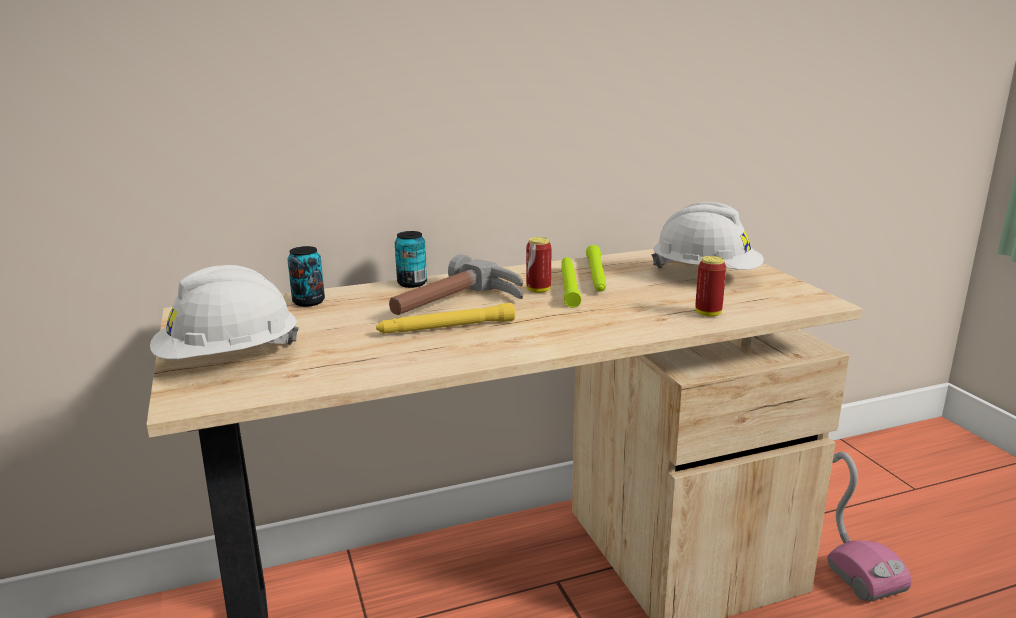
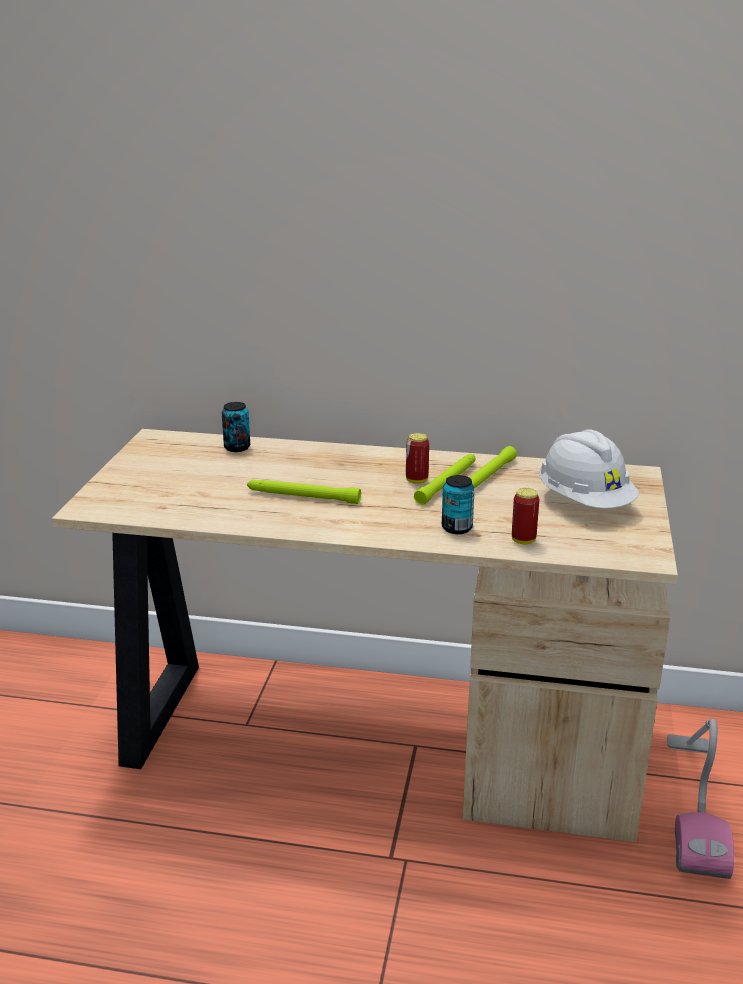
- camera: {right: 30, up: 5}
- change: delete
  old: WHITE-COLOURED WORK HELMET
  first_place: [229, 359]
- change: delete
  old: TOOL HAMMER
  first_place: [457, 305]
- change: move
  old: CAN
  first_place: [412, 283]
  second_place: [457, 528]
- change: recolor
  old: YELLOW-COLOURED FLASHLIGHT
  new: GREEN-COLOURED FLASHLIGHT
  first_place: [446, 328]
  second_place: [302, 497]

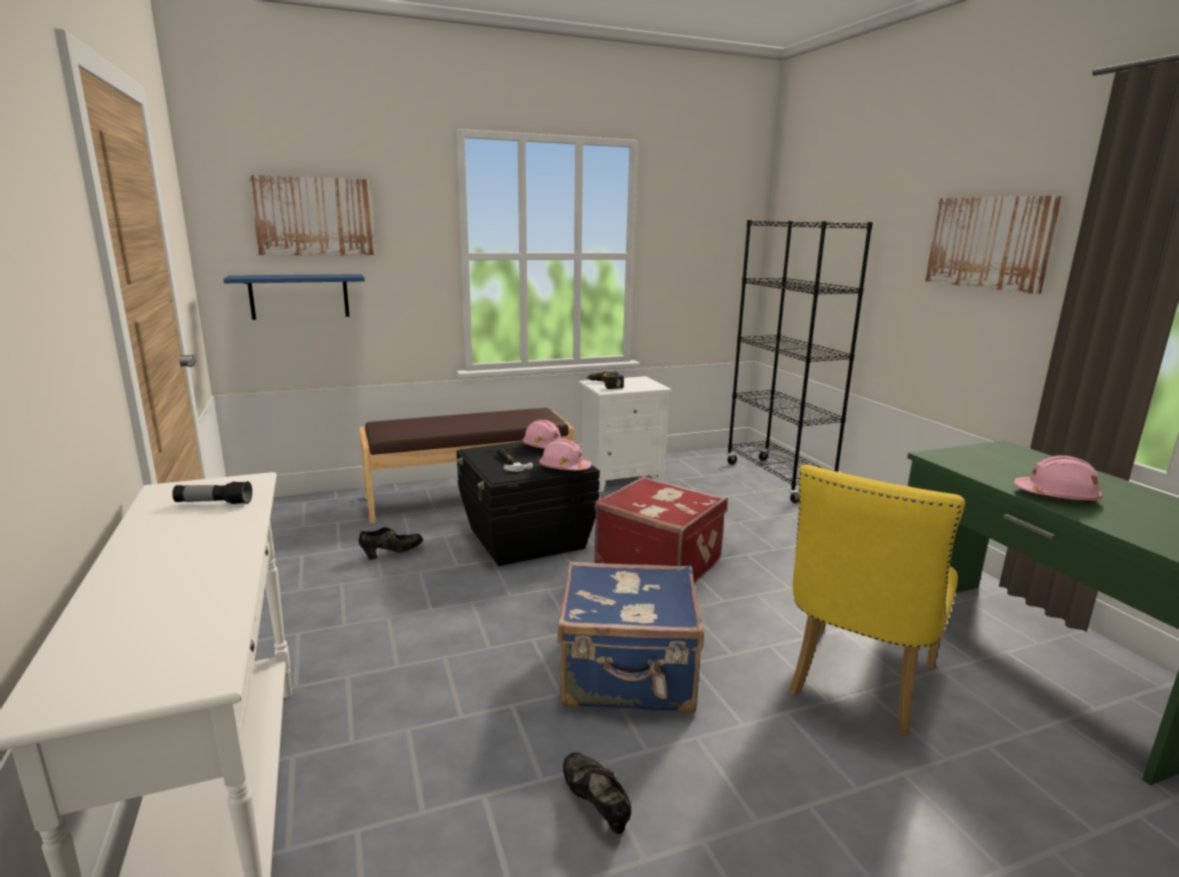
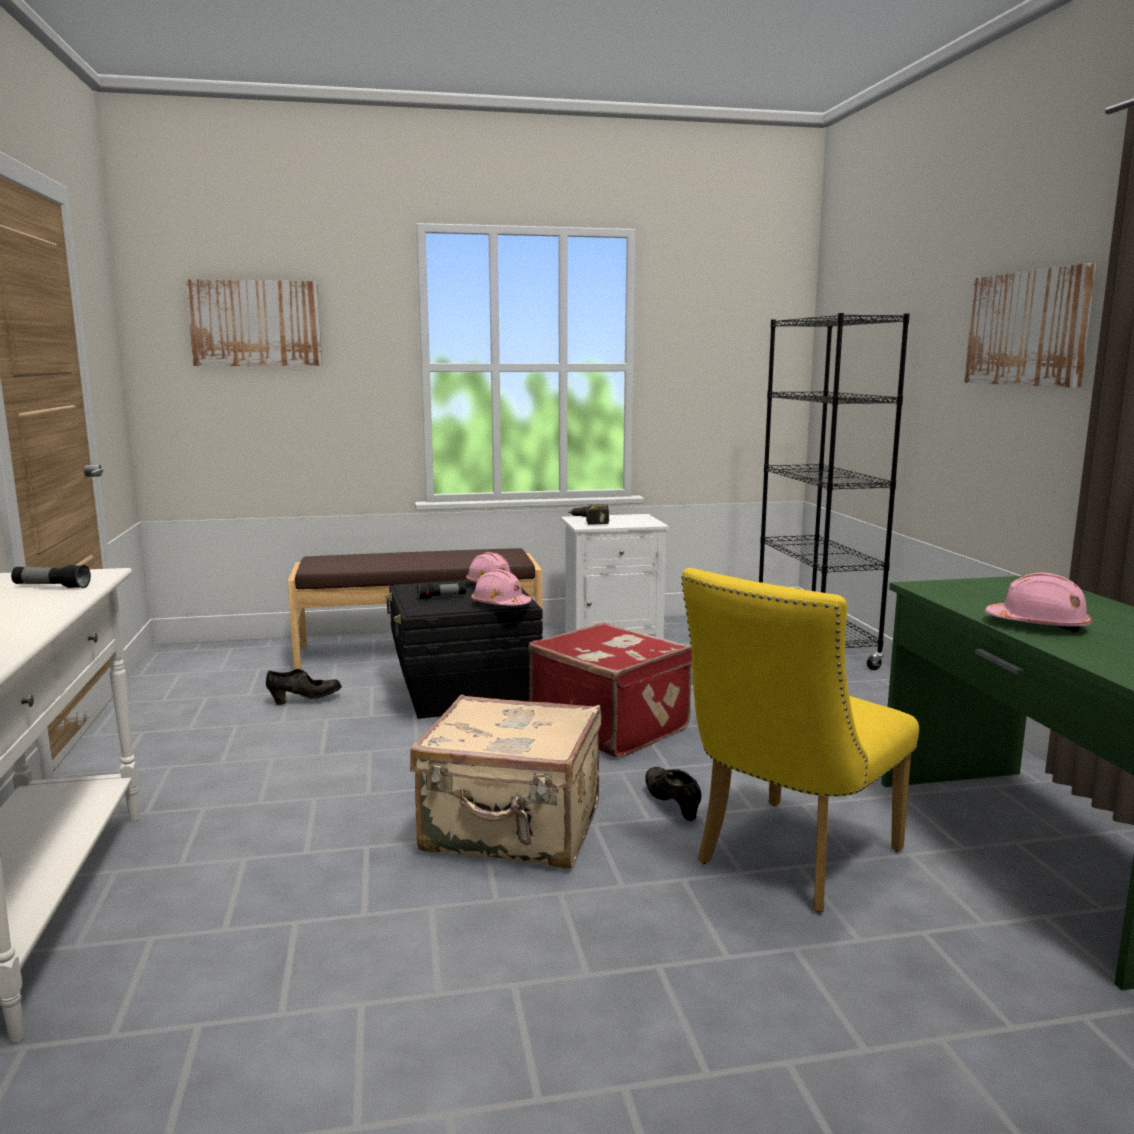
- camera: {right: 10, up: -5}
- change: delete
  old: BLUE-COLOURED SHELF
  first_place: [299, 296]
- change: move
  old: BLACK-COLOURED SHOE
  first_place: [595, 805]
  second_place: [672, 805]
- change: replace
  old: TOOL HAMMER
  new: FLASHLIGHT
  first_place: [510, 462]
  second_place: [441, 597]
- change: recolor
  old: BLUE-COLOURED PIECE OF LUGGAGE
  new: SAND-COLOURED PIECE OF LUGGAGE
  first_place: [628, 676]
  second_place: [513, 830]

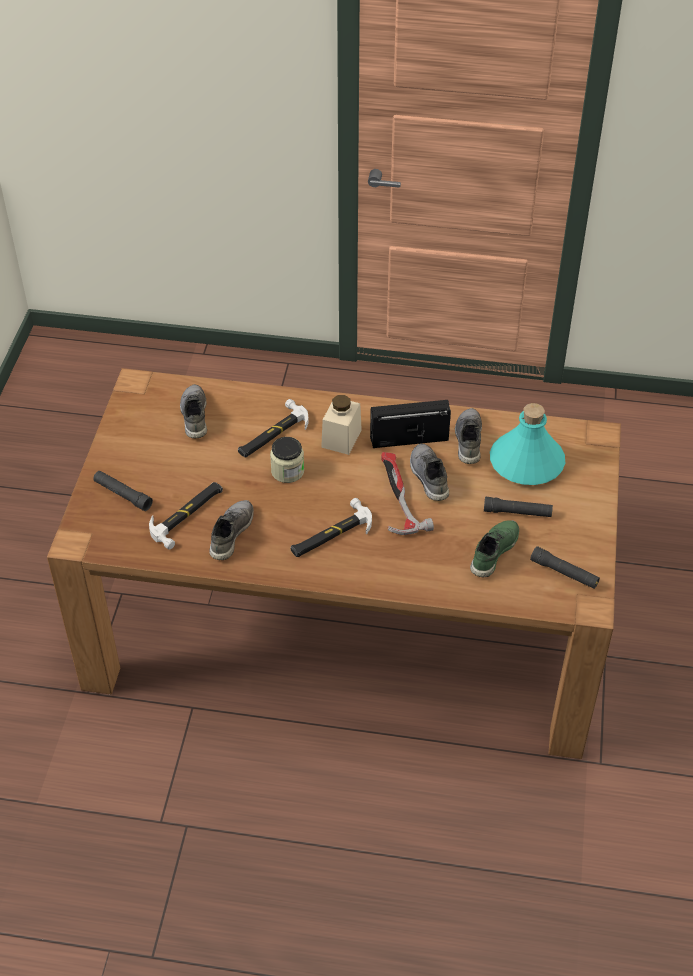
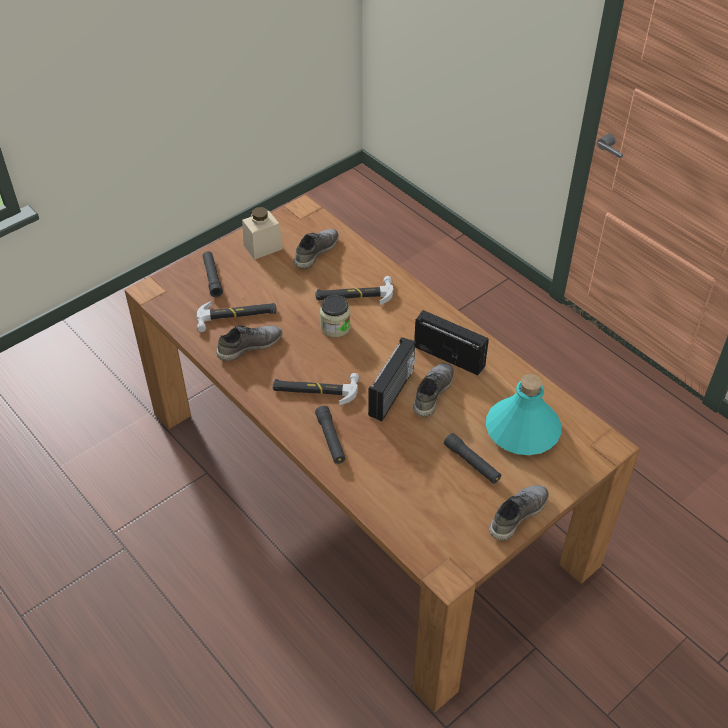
- camera: {right: 40, up: 0}
- change: delete
  old: GREEN-COLOURED SHOE
  first_place: [493, 552]
- change: move
  old: SAND-COLOURED STORAGE JAR
  first_place: [341, 438]
  second_place: [263, 247]
- change: move
  old: GRAY SHOE
  first_place: [467, 440]
  second_place: [517, 514]
- change: move
  old: BLACK-COLOURED FLASHLIGHT
  first_place: [564, 573]
  second_place: [330, 439]
- change: replace
  old: TOOL HAMMER
  new: RADIO SET
  first_place: [397, 496]
  second_place: [393, 393]

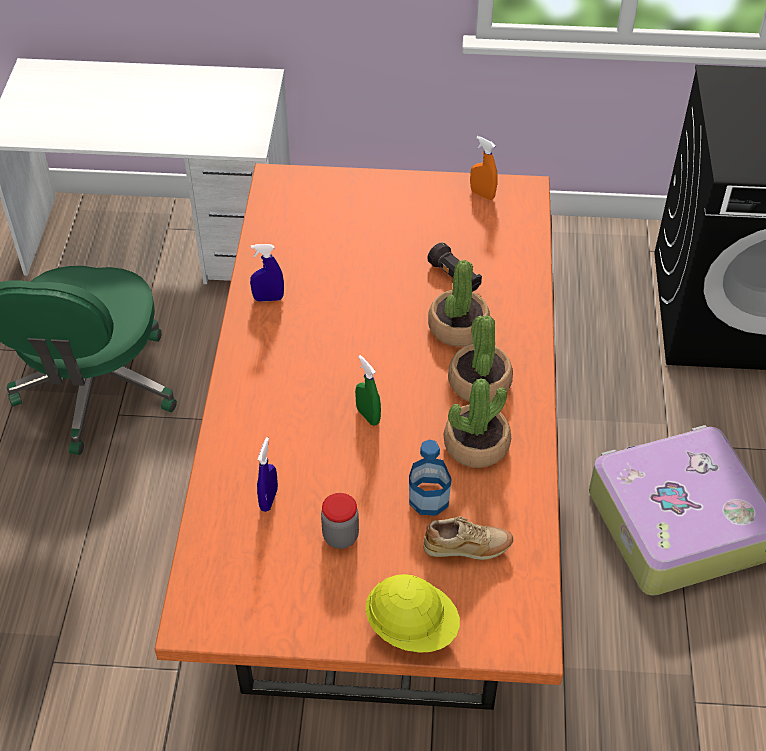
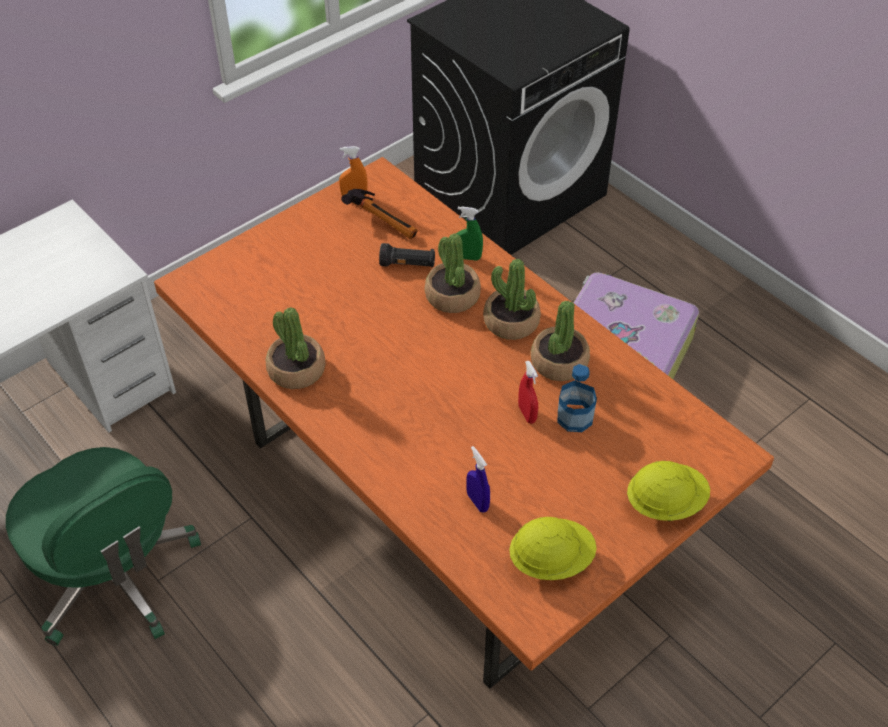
- camera: {right: -45, up: 0}
- change: delete
  old: STORAGE JAR
  first_place: [340, 536]
- change: delete
  old: SAND-COLOURED SHOE
  first_place: [467, 549]
- change: insert
  new: TOOL HAMMER
  second_place: [384, 221]
- change: insert
  new: YELLOW-COLOURED WORK HELMET
  second_place: [551, 560]
- change: insert
  new: RED-COLOURED SPRAY BOTTLE
  second_place: [527, 414]
- change: move
  old: GREEN-COLOURED SPRAY BOTTLE
  first_place: [368, 416]
  second_place: [467, 257]
- change: replace
  old: BLUE-COLOURED SPRAY BOTTLE
  new: HOUSEPLANT
  first_place: [268, 298]
  second_place: [296, 370]

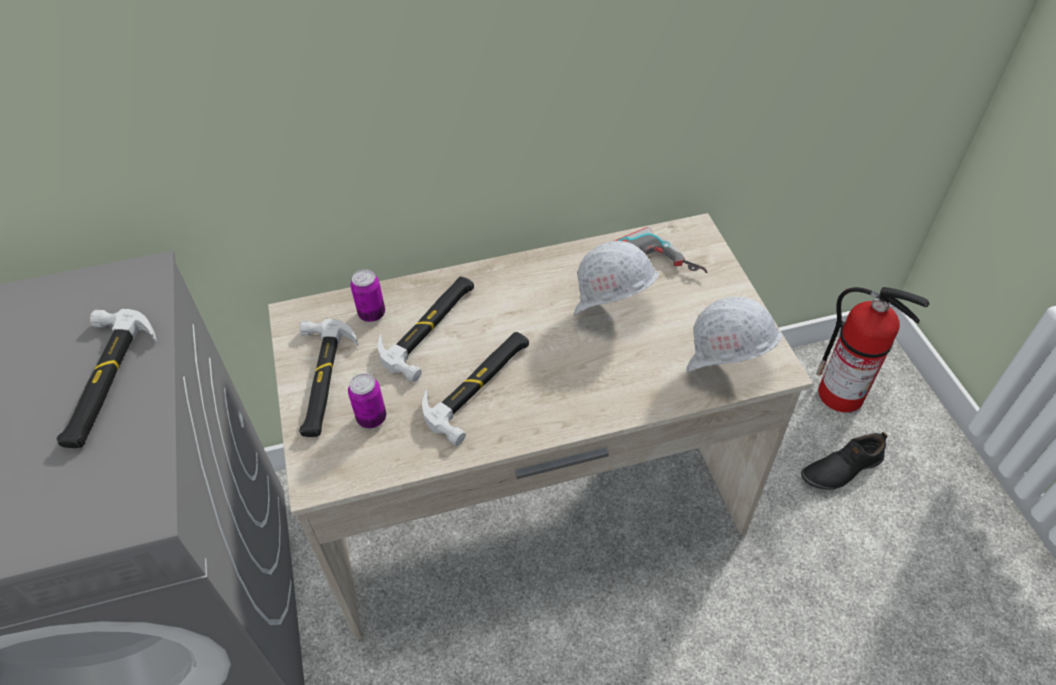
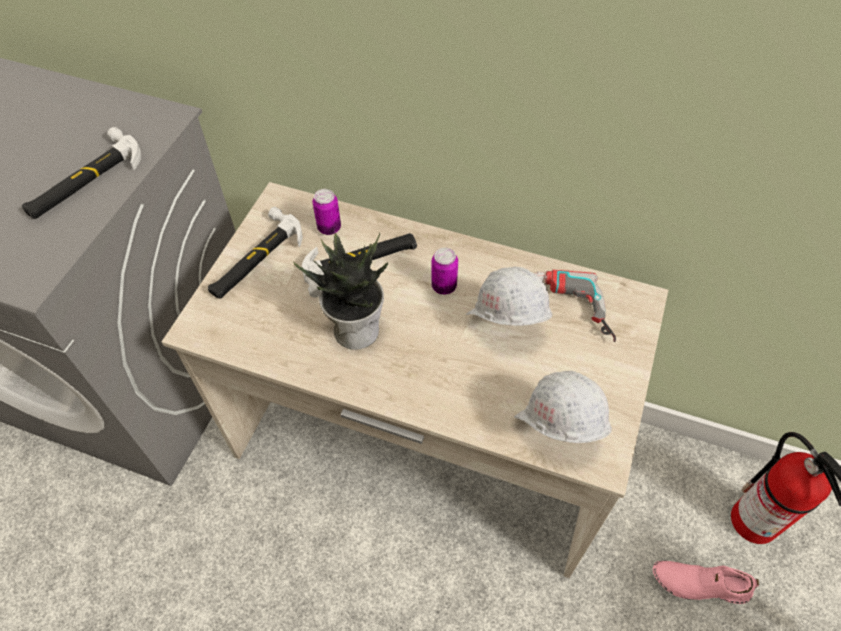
- camera: {right: 35, up: 5}
- change: move
  old: CAN
  first_place: [371, 418]
  second_place: [444, 286]
- change: replace
  old: TOOL HAMMER
  new: HOUSEPLANT
  first_place: [480, 385]
  second_place: [356, 328]
- change: recolor
  old: BLACK-COLOURED SHOE
  new: PINK-COLOURED SHOE
  first_place: [841, 468]
  second_place: [699, 583]

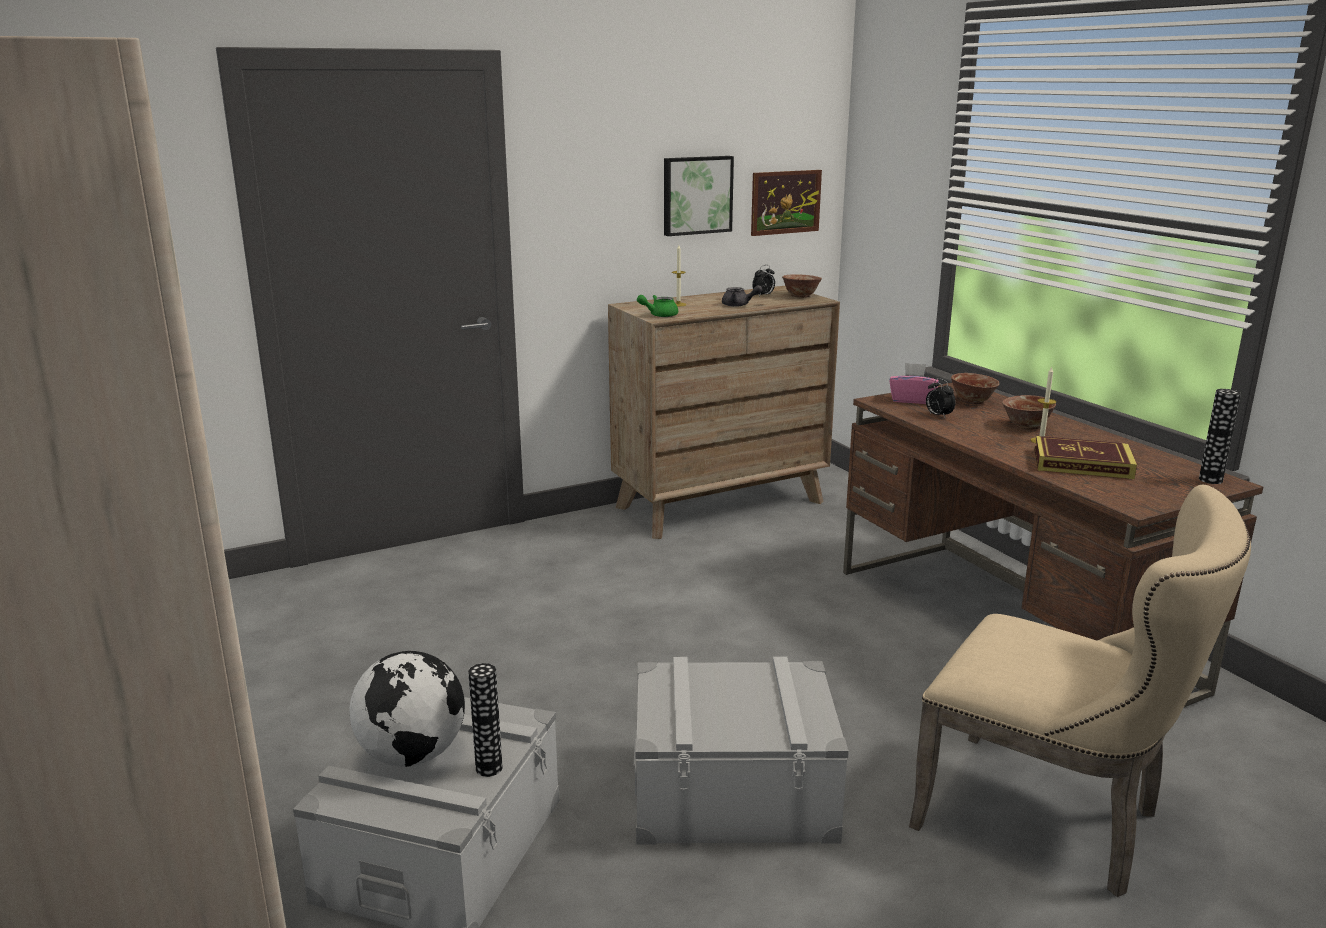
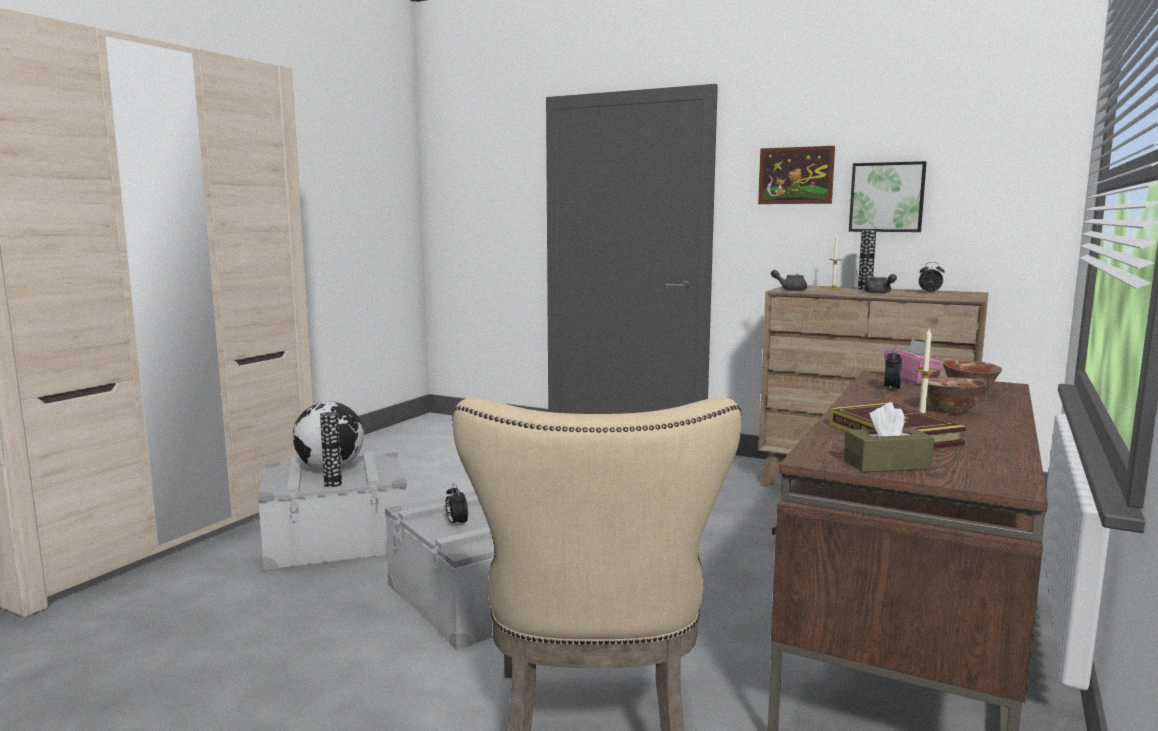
- camera: {right: 55, up: -10}
- change: delete
  old: DEEP DISH
  first_place: [800, 296]
- change: insert
  new: ALARM CLOCK
  second_place: [456, 524]
- change: insert
  new: BROWNISH TISSUE HOLDER
  second_place: [886, 465]
- change: move
  old: WALL ART
  first_place: [785, 202]
  second_place: [796, 175]
- change: move
  old: FLOWER VASE
  first_place: [1210, 480]
  second_place: [864, 289]
- change: recolor
  old: GREEN-COLOURED TEA POT
  new: GRAY TEA POT
  first_place: [659, 315]
  second_place: [790, 289]

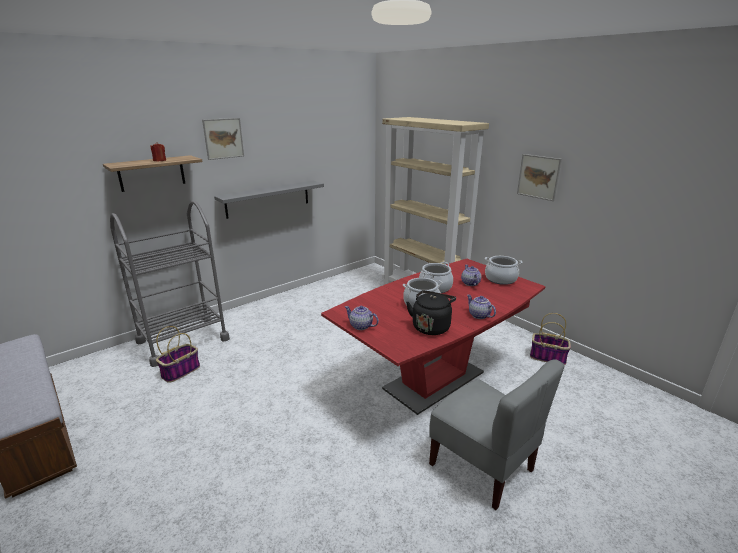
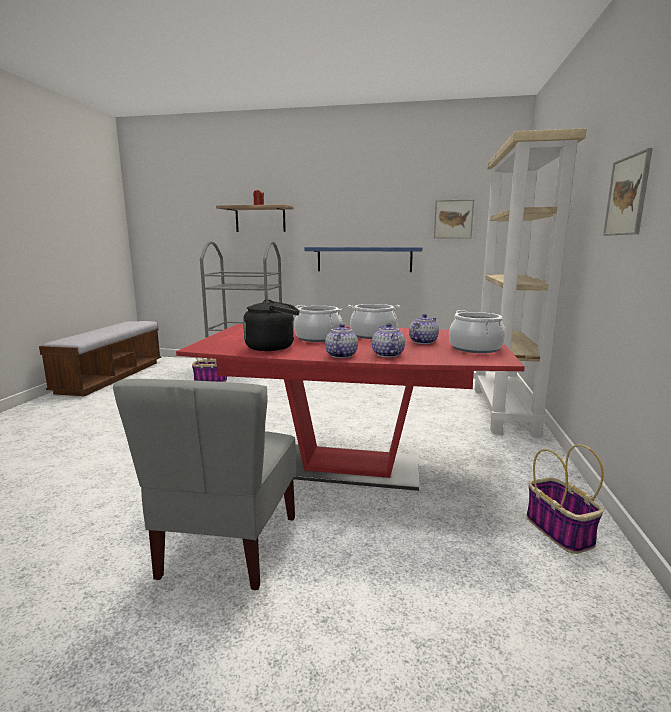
- camera: {right: 50, up: -10}
- change: move
  old: WALL ART
  first_place: [223, 138]
  second_place: [453, 219]
- change: move
  old: TEA POT
  first_place: [361, 326]
  second_place: [387, 355]
- change: recolor
  old: GRAY SHELF
  new: BLUE-COLOURED SHELF
  first_place: [268, 199]
  second_place: [364, 259]

